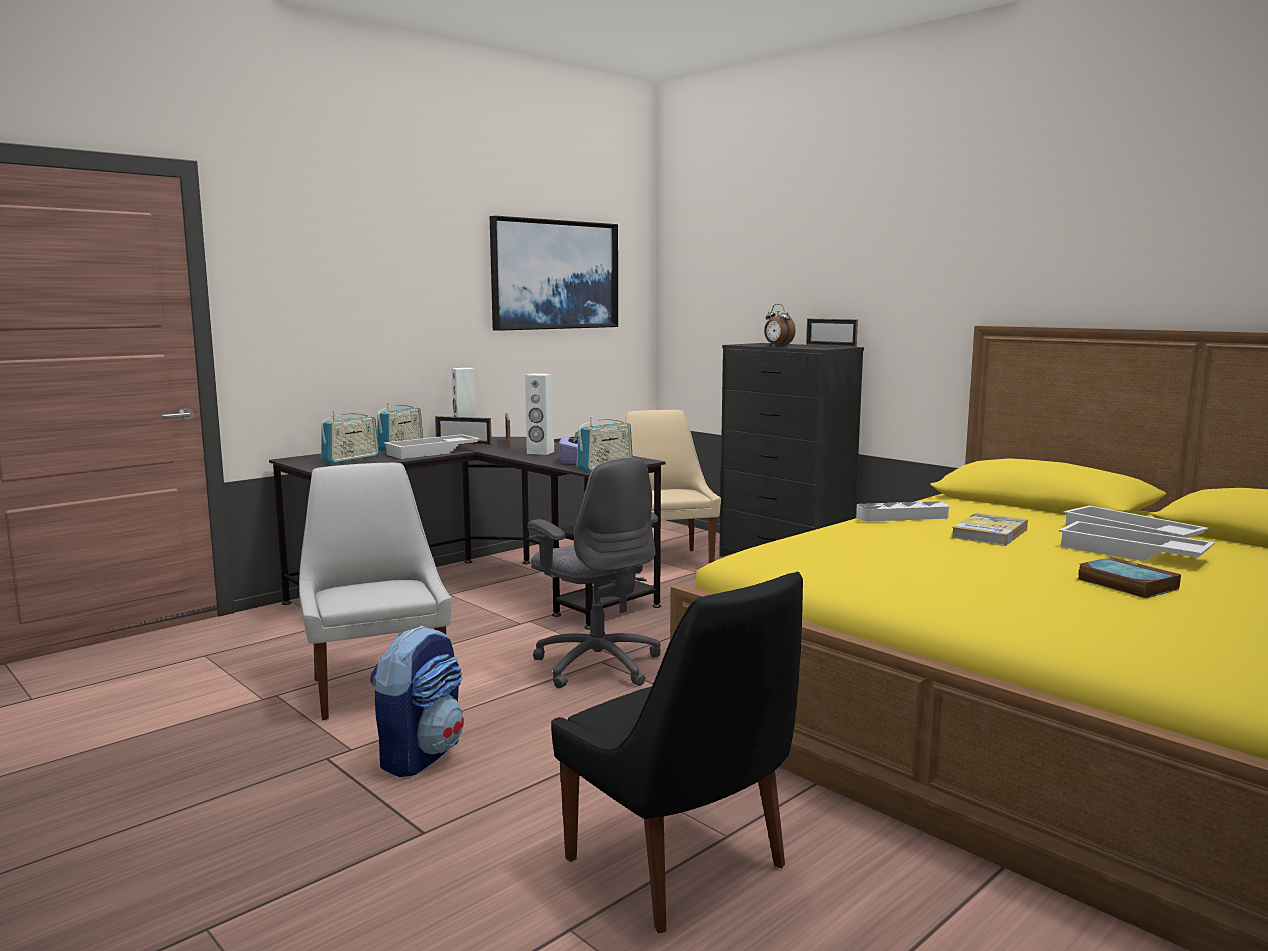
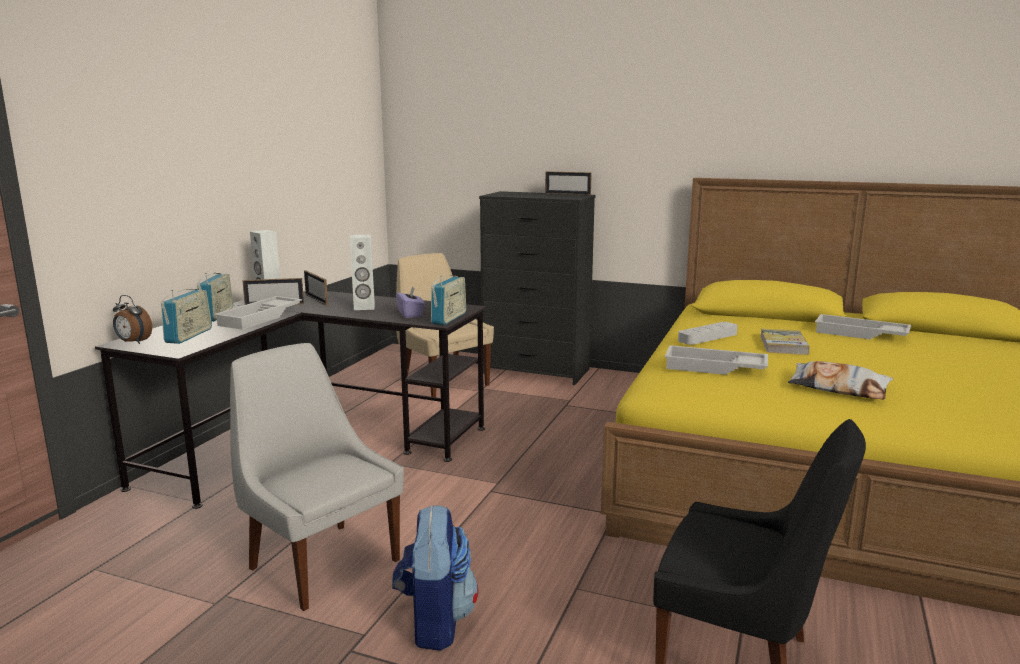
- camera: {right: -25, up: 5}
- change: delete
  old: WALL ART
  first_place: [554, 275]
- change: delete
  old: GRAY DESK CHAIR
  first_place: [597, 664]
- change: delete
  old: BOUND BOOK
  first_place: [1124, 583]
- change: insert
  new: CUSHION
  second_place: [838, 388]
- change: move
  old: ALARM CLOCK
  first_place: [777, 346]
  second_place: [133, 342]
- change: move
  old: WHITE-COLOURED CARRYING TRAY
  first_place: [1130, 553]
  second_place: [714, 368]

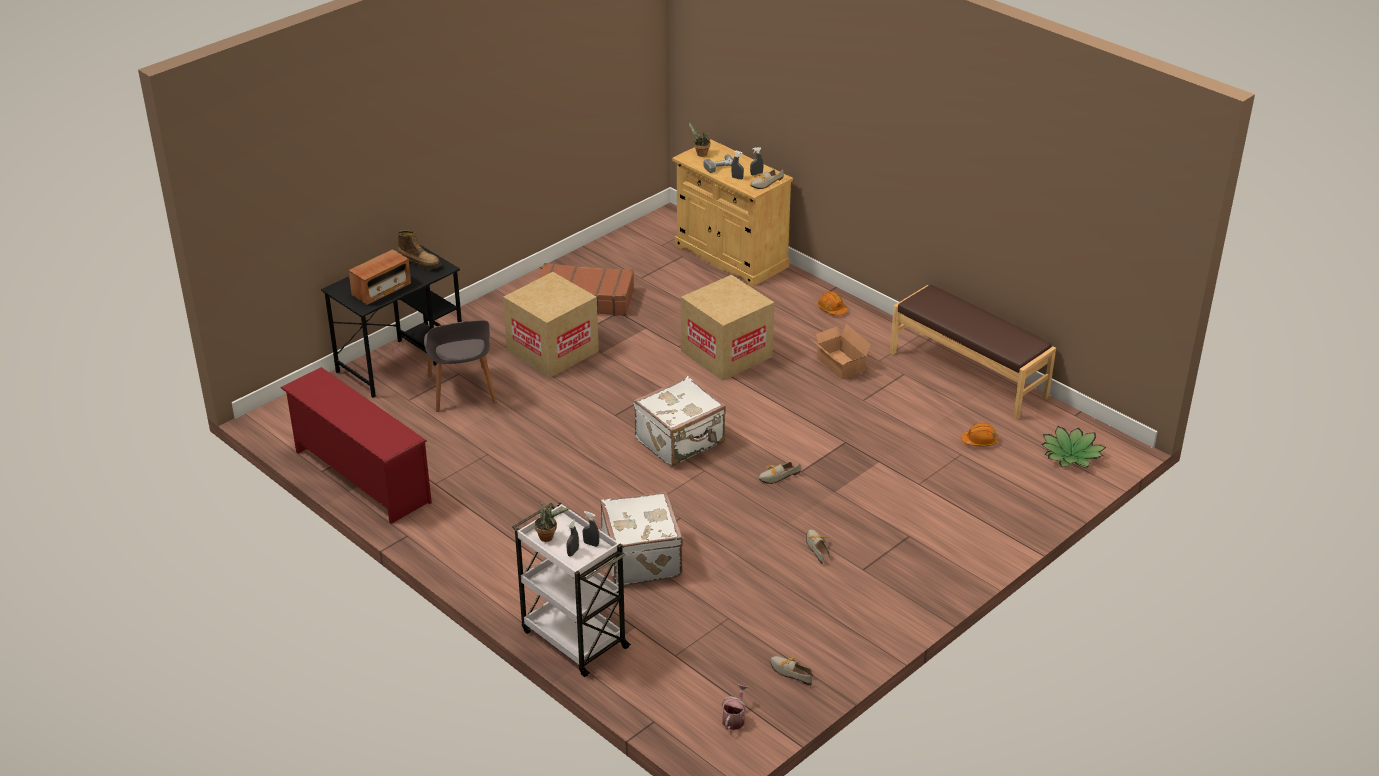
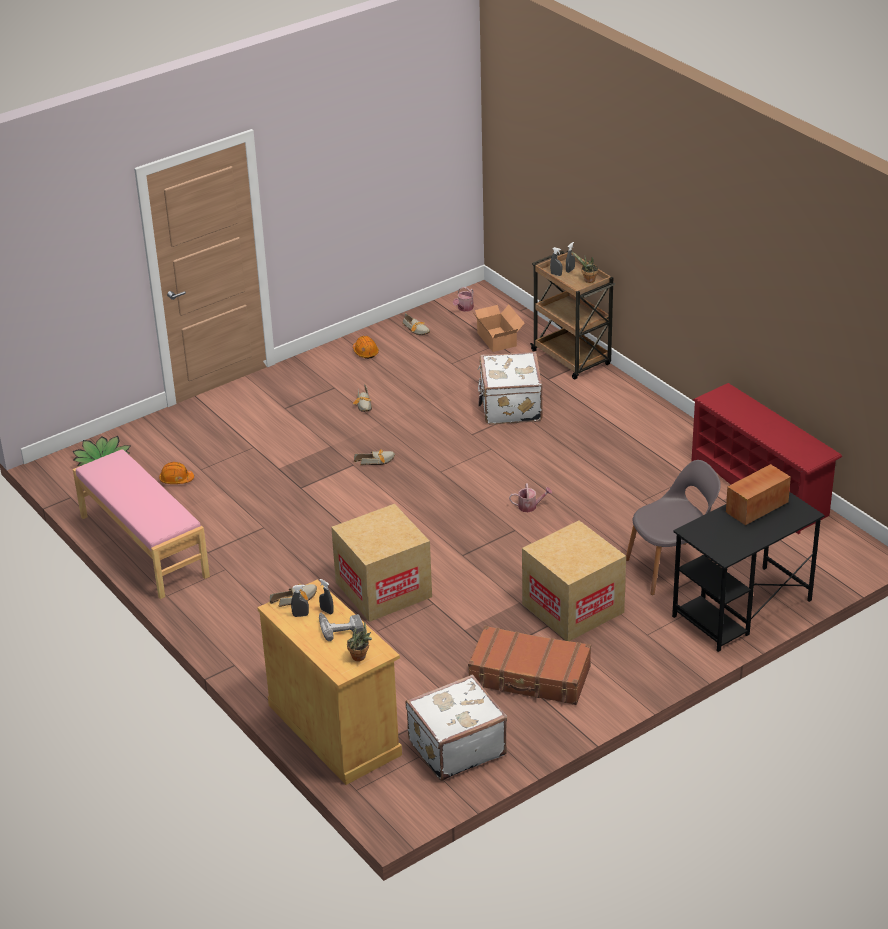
- camera: {right: -170, up: 0}
- change: delete
  old: BOOT
  first_place: [420, 263]
- change: insert
  new: WATERING POT
  second_place: [530, 506]
- change: move
  old: WHITE-COLOURED PIECE OF LUGGAGE
  first_place: [681, 442]
  second_place: [455, 747]
- change: move
  old: CARDBOARD BOX
  first_place: [839, 365]
  second_place: [498, 338]
- change: move
  old: ORANGE-COLOURED WORK HELMET
  first_place: [832, 309]
  second_place: [365, 352]
- change: recolor
  old: WHITE-COLOURED CART
  new: BROWNISH CART
  first_place: [573, 638]
  second_place: [572, 358]
- change: recolor
  old: BROWNISH INDOOR BENCH
  new: PINK-COLOURED INDOOR BENCH
  first_place: [968, 374]
  second_place: [143, 546]
- change: rotate
  old: GRAY UPRIGHT CHAIR
  first_place: [461, 391]
  second_place: [671, 568]
  degrees: 75

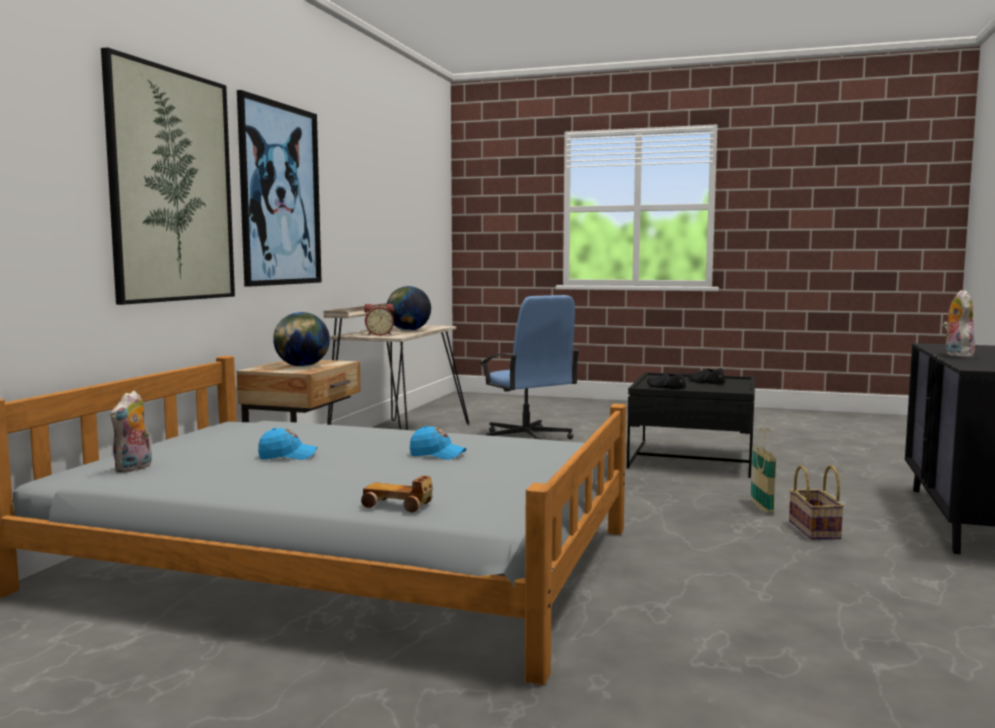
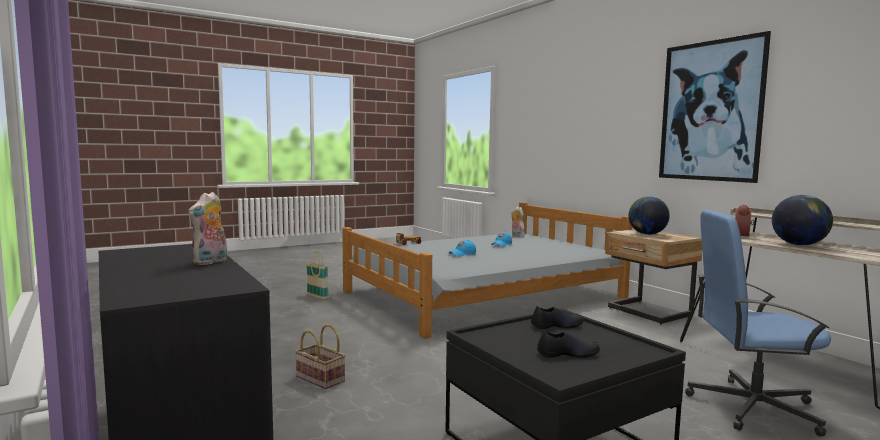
- camera: {right: 130, up: 0}
- change: delete
  old: WALL ART
  first_place: [172, 186]
- change: move
  old: HOUSEHOLD BASKET
  first_place: [761, 507]
  second_place: [317, 296]
- change: rotate
  old: PLUSH TOY
  first_place: [956, 355]
  second_place: [211, 262]
  degrees: 60

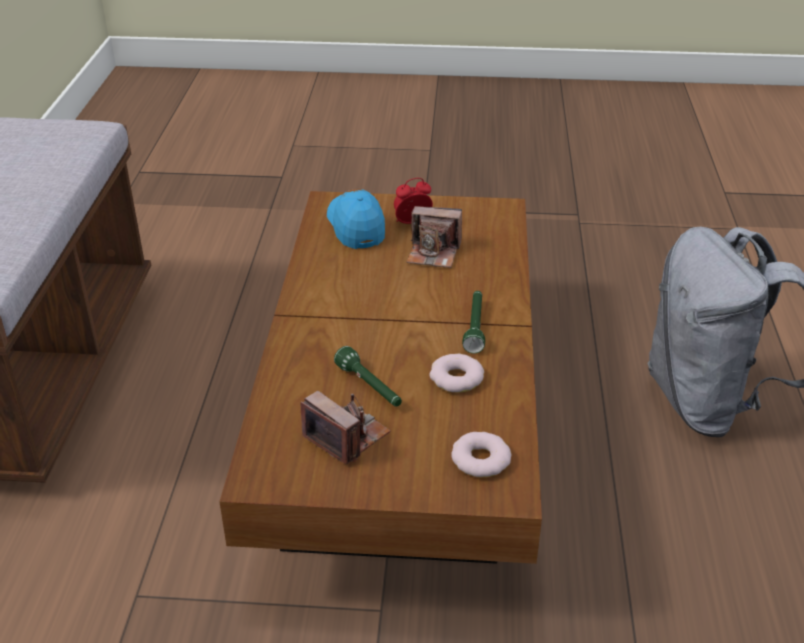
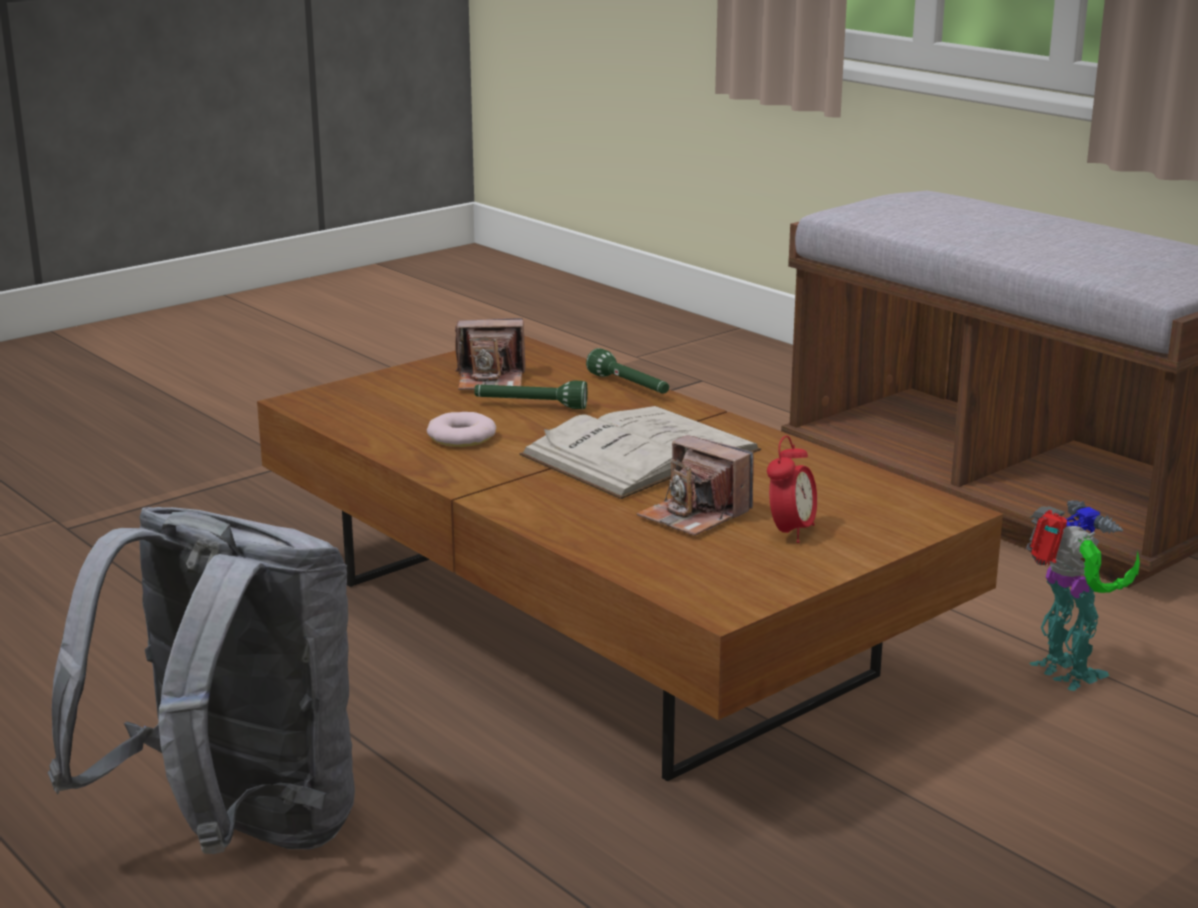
- camera: {right: 135, up: -15}
- change: delete
  old: BLUE-COLOURED BASEBALL CAP
  first_place: [356, 226]
- change: delete
  old: DONUT
  first_place: [480, 459]
- change: insert
  new: WHITE-COLOURED BOUND BOOK
  second_place: [640, 453]
- change: insert
  new: ROBOT FIGURE
  second_place: [1065, 674]
- change: move
  old: GREEN-COLOURED FLASHLIGHT
  first_place: [475, 327]
  second_place: [629, 387]
- change: rotate
  old: PHOTO CAMERA
  first_place: [434, 253]
  second_place: [694, 515]
  degrees: -105

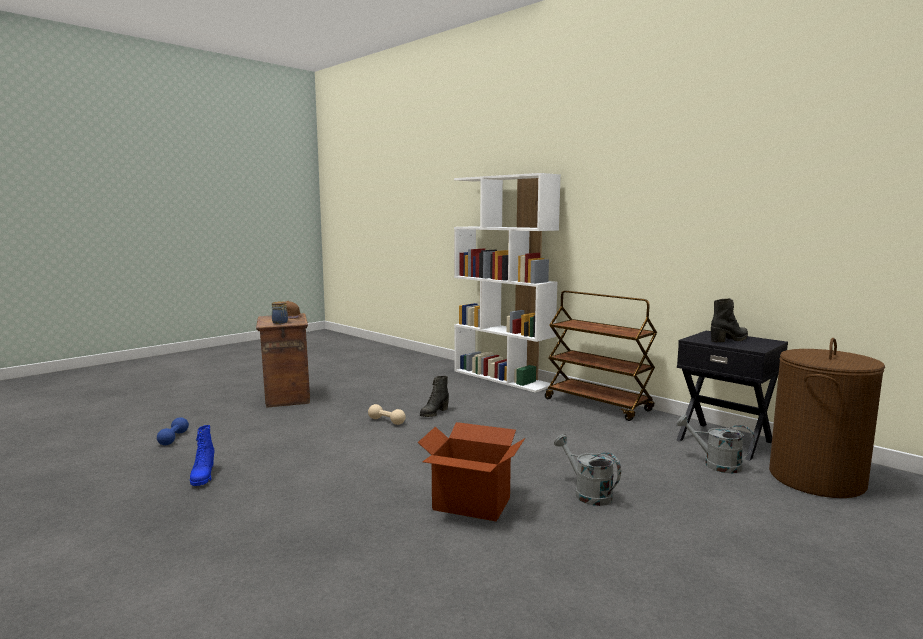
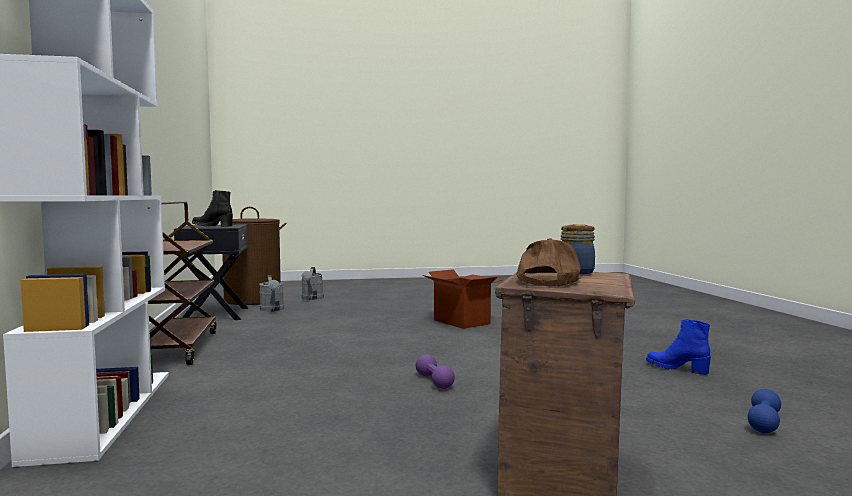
- camera: {right: -145, up: -5}
- change: delete
  old: BLACK-COLOURED BOOT
  first_place: [433, 413]
- change: move
  old: GRAY WATERING POT
  first_place: [587, 493]
  second_place: [312, 298]
- change: recolor
  old: SAND-COLOURED HAND WEIGHT
  new: PURPLE-COLOURED HAND WEIGHT
  first_place: [386, 421]
  second_place: [434, 381]
- change: rotate
  old: BLUE-COLOURED BOOT
  first_place: [203, 477]
  second_place: [677, 368]
  degrees: -75

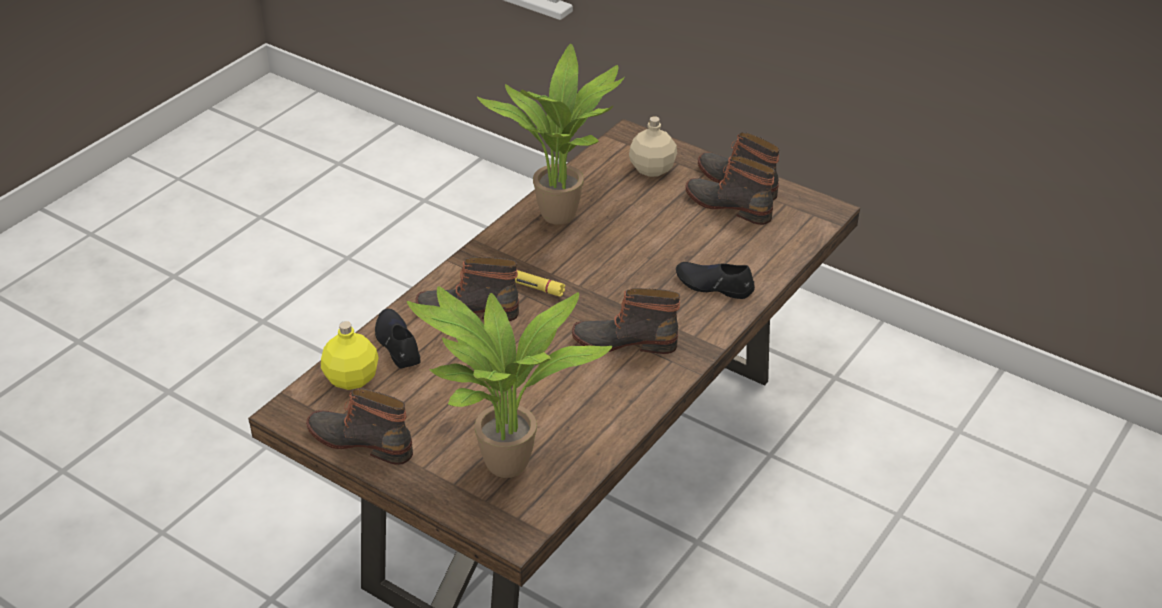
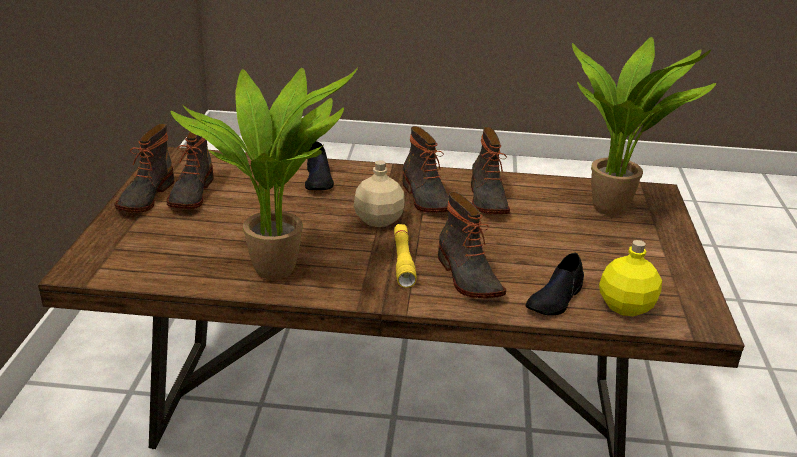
- camera: {right: -120, up: -10}
- change: move
  old: BOOT
  first_place: [362, 440]
  second_place: [486, 199]
- change: move
  old: SAND-COLOURED DRINK BOTTLE
  first_place: [653, 169]
  second_place: [378, 220]

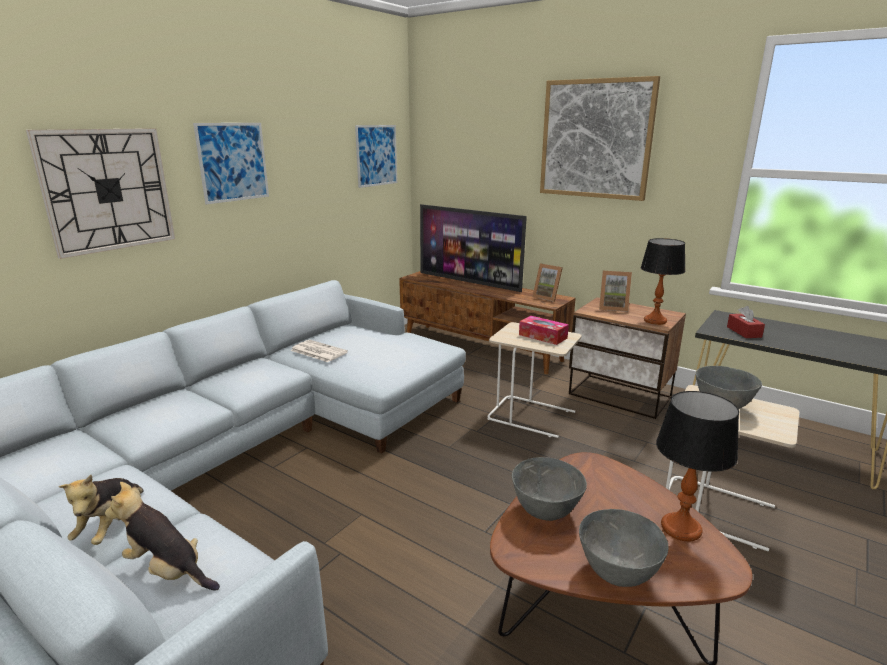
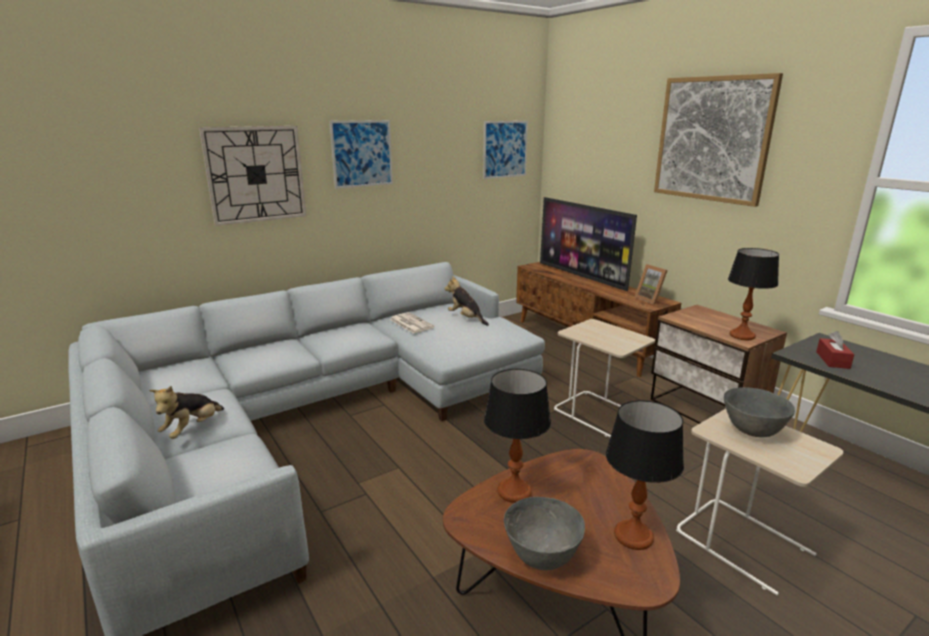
- camera: {right: 20, up: 0}
- change: delete
  old: TISSUE HOLDER
  first_place: [543, 336]
- change: delete
  old: STANDING FRAME
  first_place: [613, 308]
- change: move
  old: PLUSH TOY
  first_place: [168, 570]
  second_place: [466, 318]
- change: replace
  old: GRAY DEEP DISH
  new: TABLETOP LAMP
  first_place: [545, 511]
  second_place: [513, 491]

